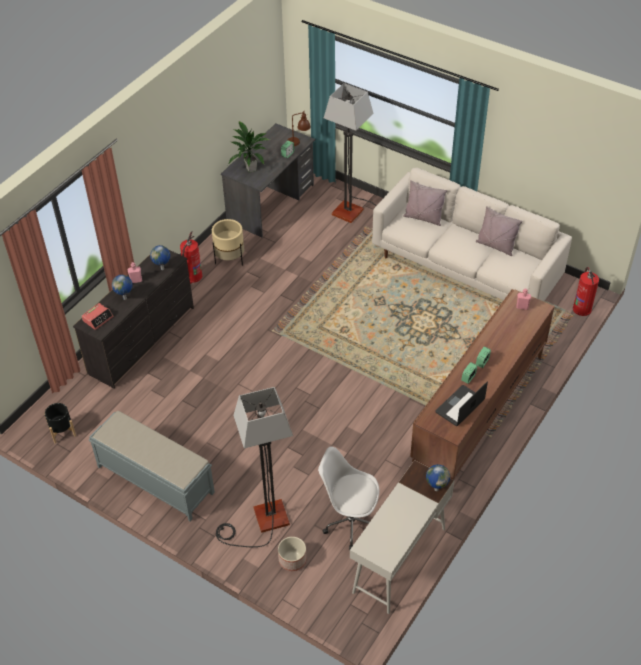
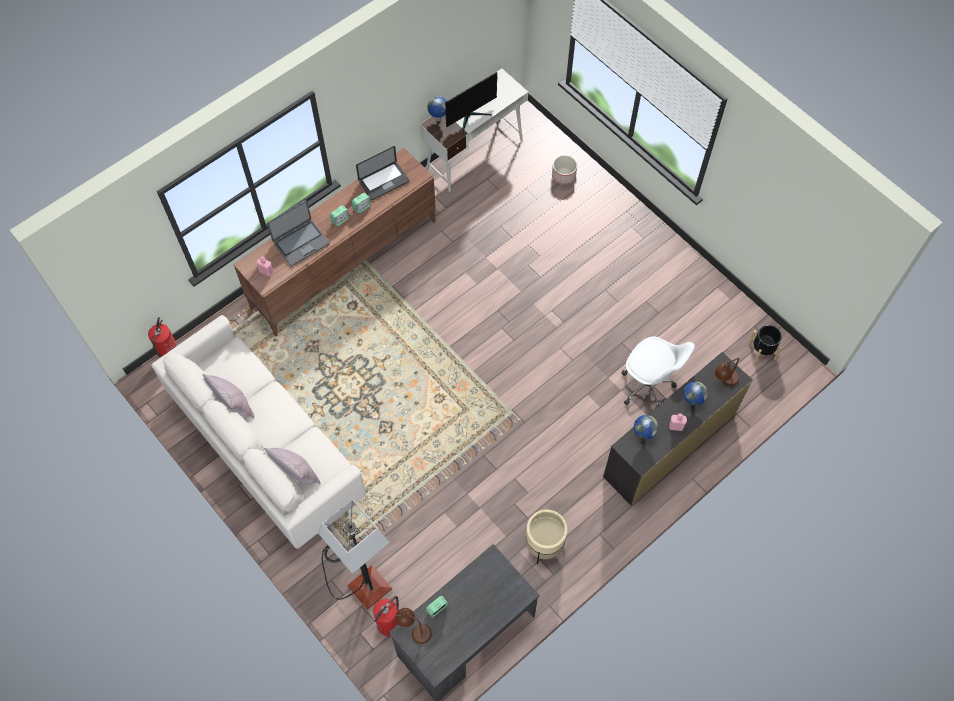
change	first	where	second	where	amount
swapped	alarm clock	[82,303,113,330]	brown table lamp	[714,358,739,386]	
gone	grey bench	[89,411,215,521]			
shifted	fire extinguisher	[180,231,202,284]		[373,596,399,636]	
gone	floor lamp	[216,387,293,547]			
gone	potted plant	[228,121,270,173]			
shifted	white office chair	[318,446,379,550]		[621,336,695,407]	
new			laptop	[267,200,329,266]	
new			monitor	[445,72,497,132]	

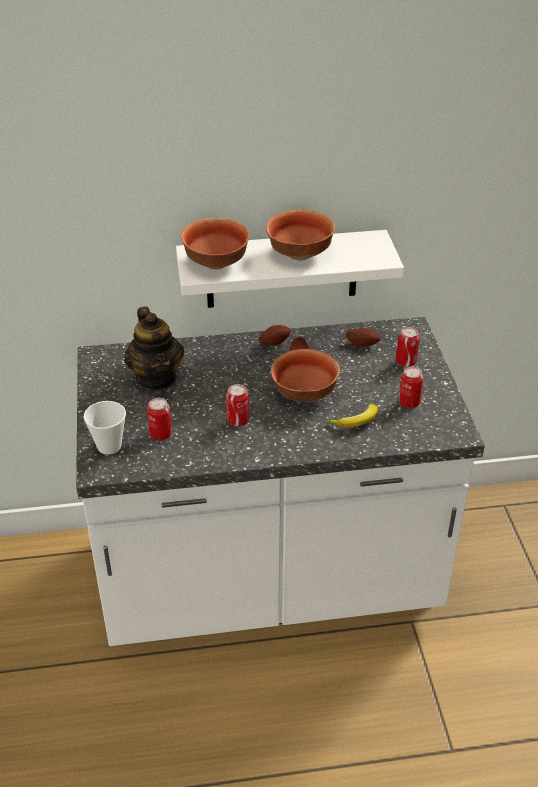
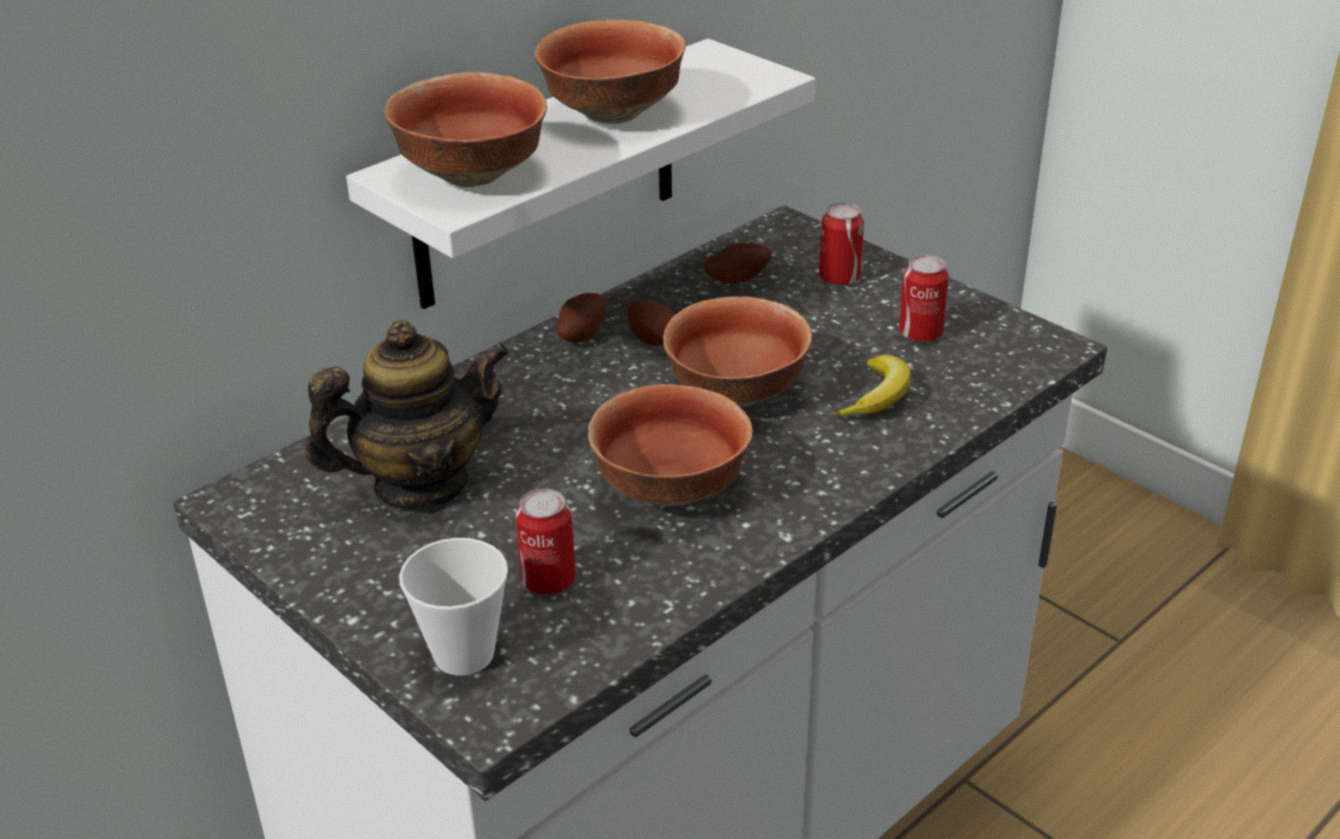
change	first	where	second	where	amount
rotated	teapot	[124,306,184,390]		[305,320,509,510]	60 degrees counterclockwise
swapped	can	[226,384,249,426]	bowl	[588,384,753,506]	

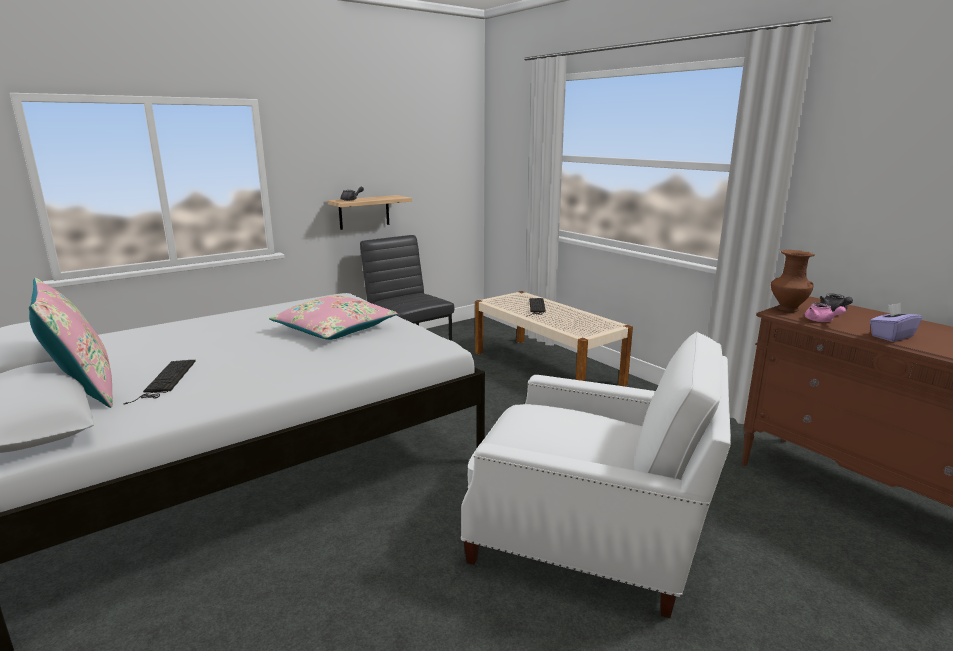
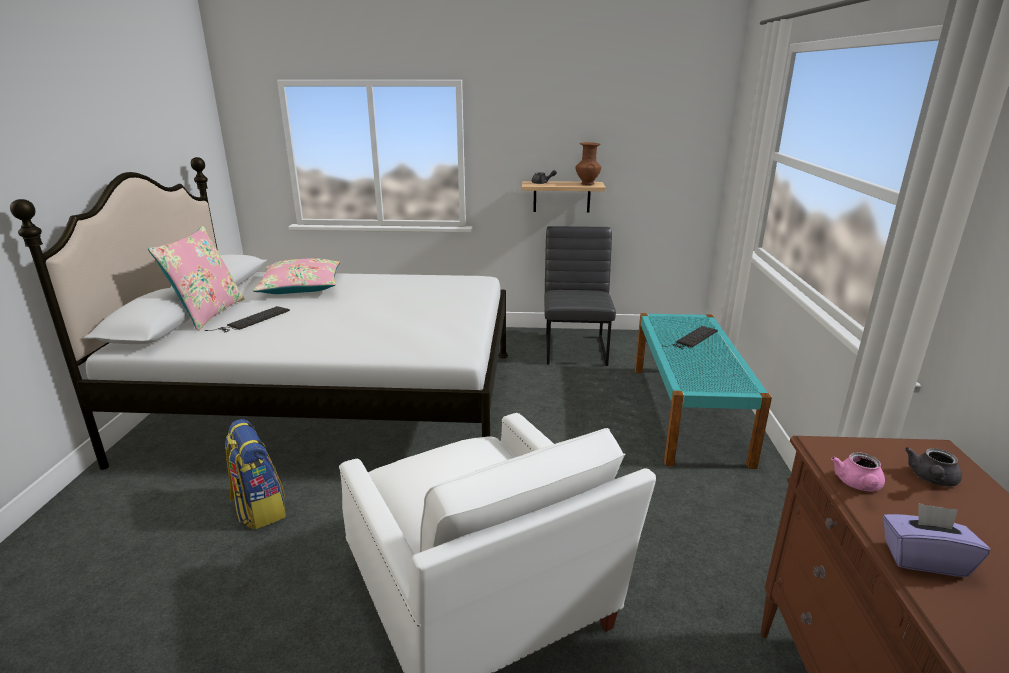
change	first	where	second	where	amount
shifted	pink pillow	[269,295,397,340]		[253,258,340,294]	
repainted	beige bench	[475,291,633,386]	turquoise bench	[635,313,772,469]	
shifted	brown vase	[771,250,815,312]		[575,142,601,185]	
new			backpack	[225,419,286,530]	

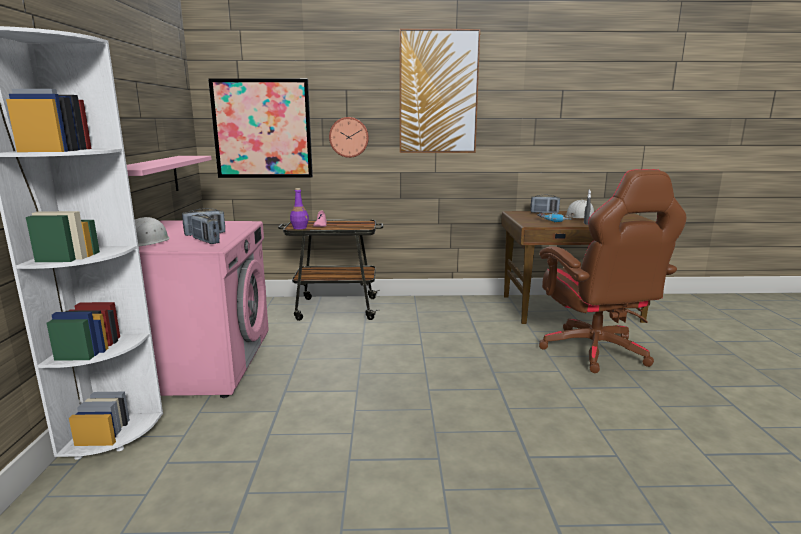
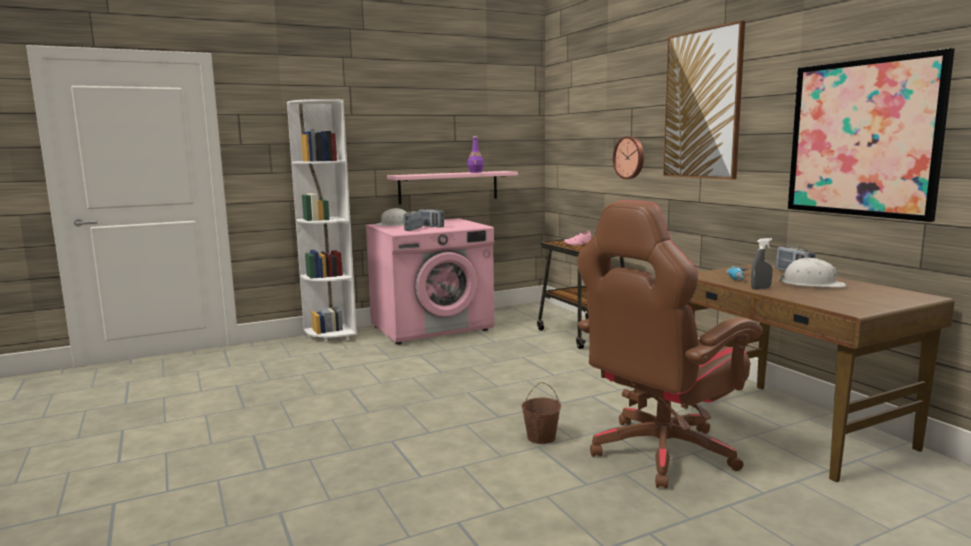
change	first	where	second	where	amount
shifted	picture	[208,78,313,178]		[788,48,955,222]	
shifted	purple bottle	[290,188,309,229]		[467,136,484,173]	
new			brown bucket	[522,382,561,444]	

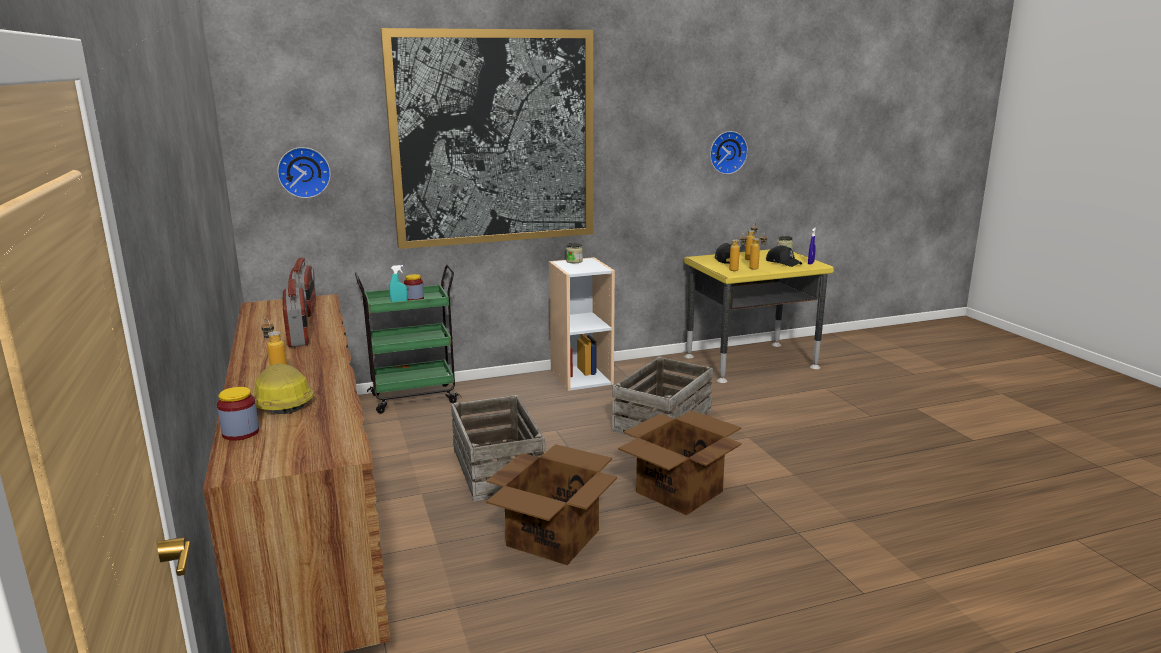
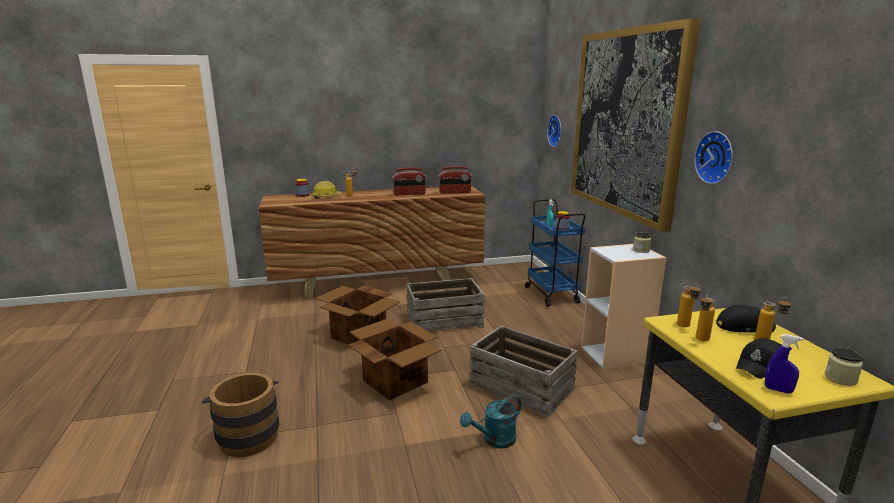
change	first	where	second	where	amount
repainted	green cart	[355,265,461,414]	blue cart	[525,199,586,307]	
shifted	wall clock	[710,131,748,174]		[694,131,733,184]	
new			brown bucket	[202,373,279,457]	
new			turquoise watering can	[460,395,521,449]	

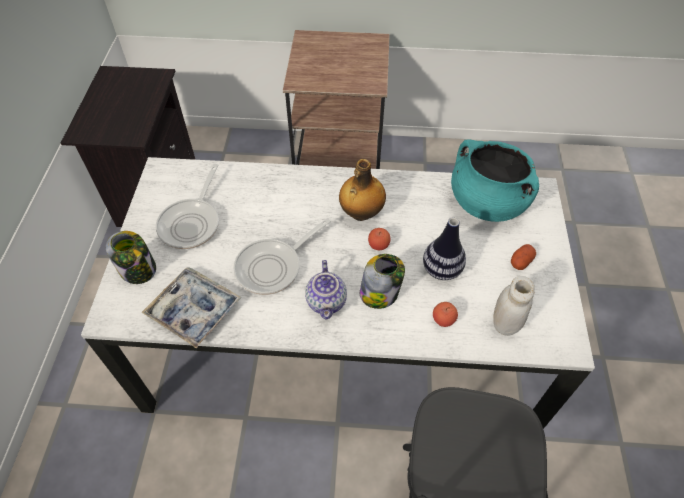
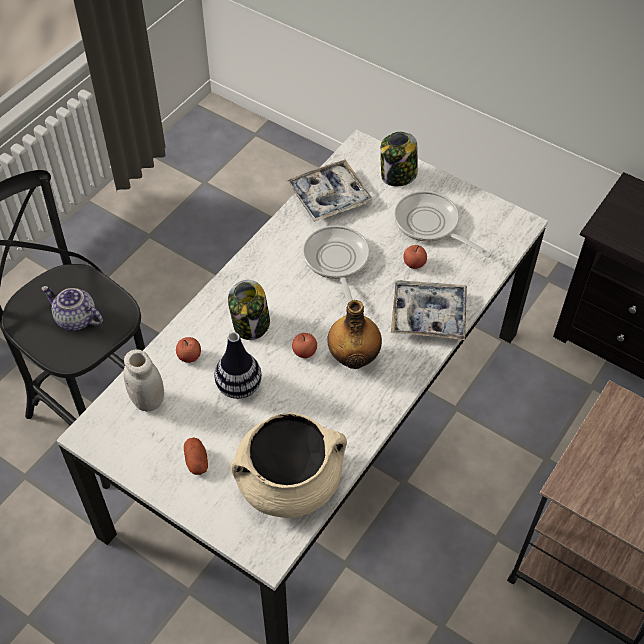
change	first	where	second	where	amount
shifted	teapot	[305,260,347,320]		[41,286,103,331]	
repainted	turquoise cooking pot	[451,139,539,222]	beige cooking pot	[231,412,347,518]	
new			tray	[391,280,467,340]	
new			apple	[403,245,427,269]	

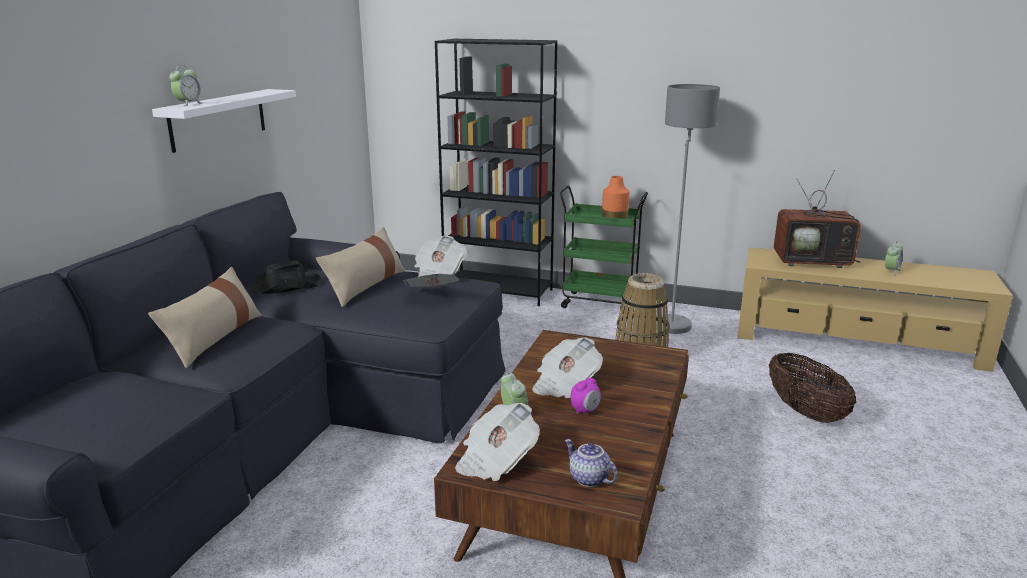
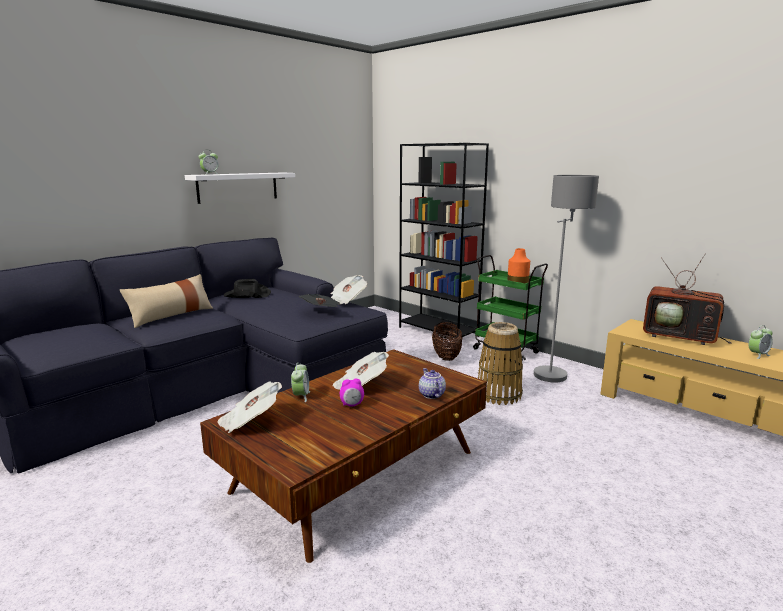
change	first	where	second	where	amount
gone	beige pillow	[316,227,406,307]			
shifted	teapot	[565,439,618,487]		[419,368,446,399]	
shifted	basket	[769,353,856,423]		[432,322,462,361]	

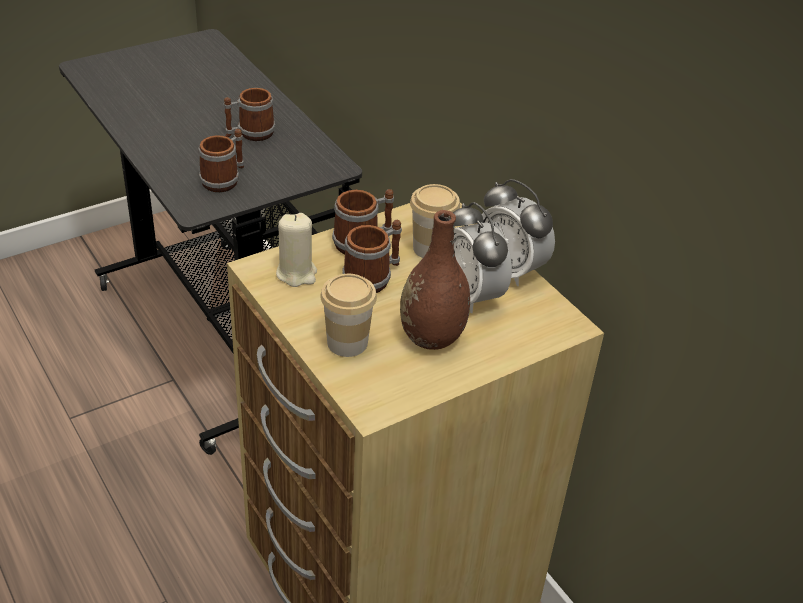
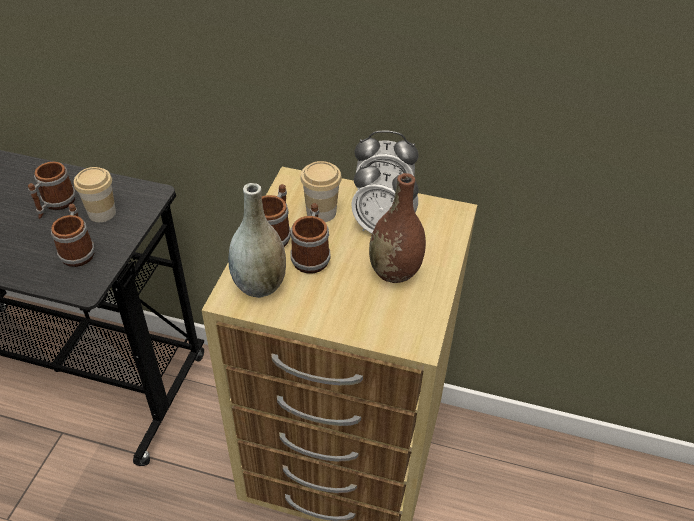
change	first	where	second	where	amount
swapped	beige candle	[276,213,317,287]	grey vase	[229,183,286,298]	
shifted	cup	[320,274,377,357]		[74,167,116,222]	

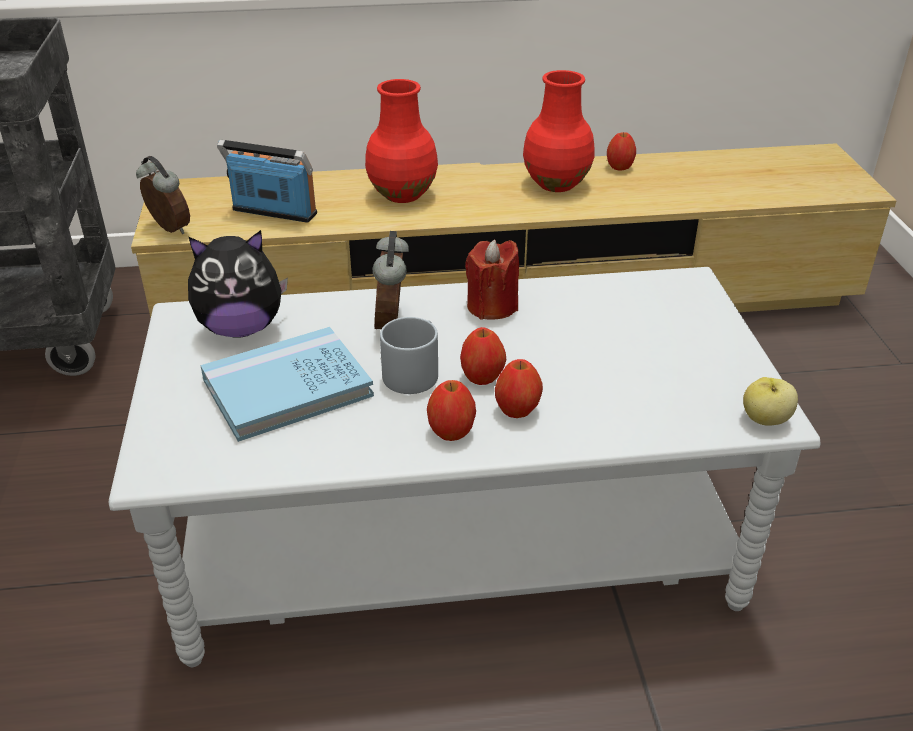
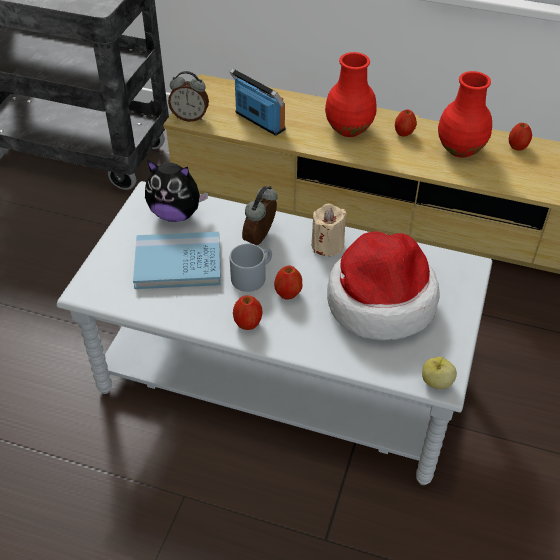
change	first	where	second	where	amount
rotated	alarm clock	[136,156,190,234]		[168,71,209,122]	120 degrees clockwise
repainted	red candle	[465,240,519,320]	beige candle	[311,204,347,256]	
shifted	apple	[495,359,543,418]		[395,109,417,137]	
new			hat	[327,231,439,340]	

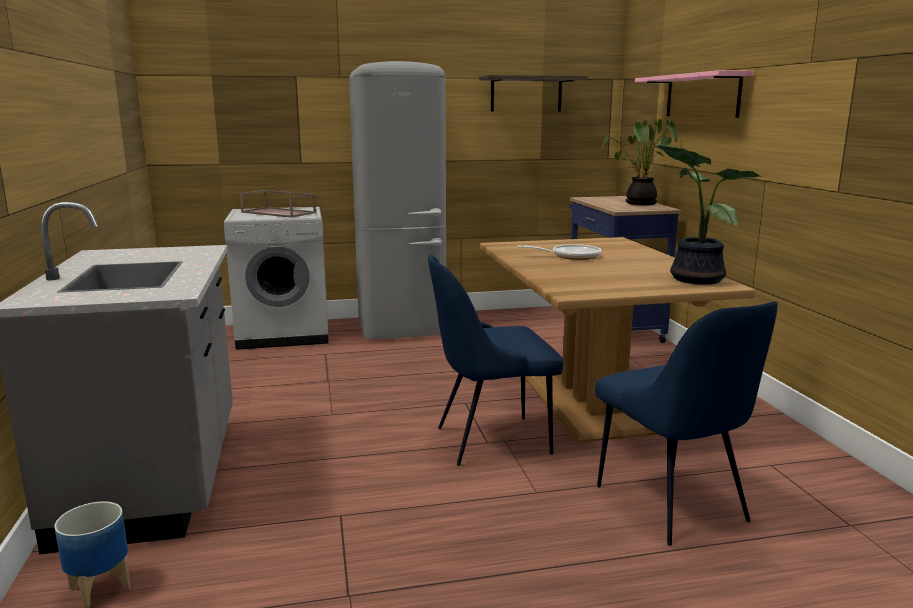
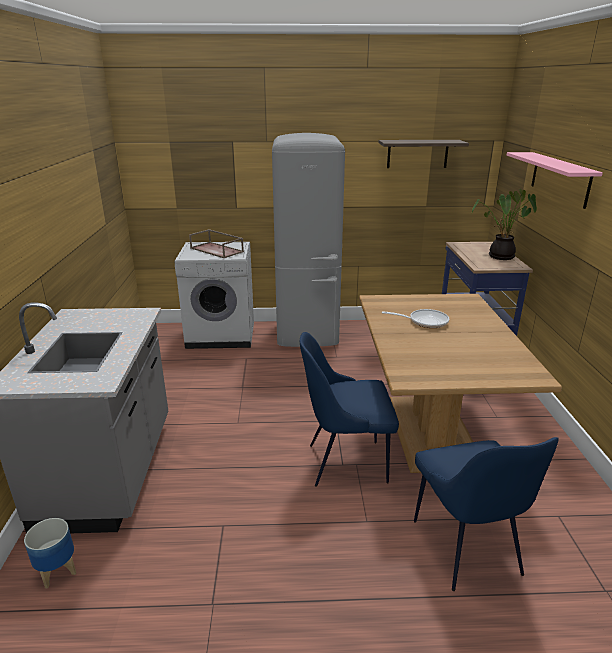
change	first	where	second	where	amount
gone	potted plant	[655,144,761,285]			

